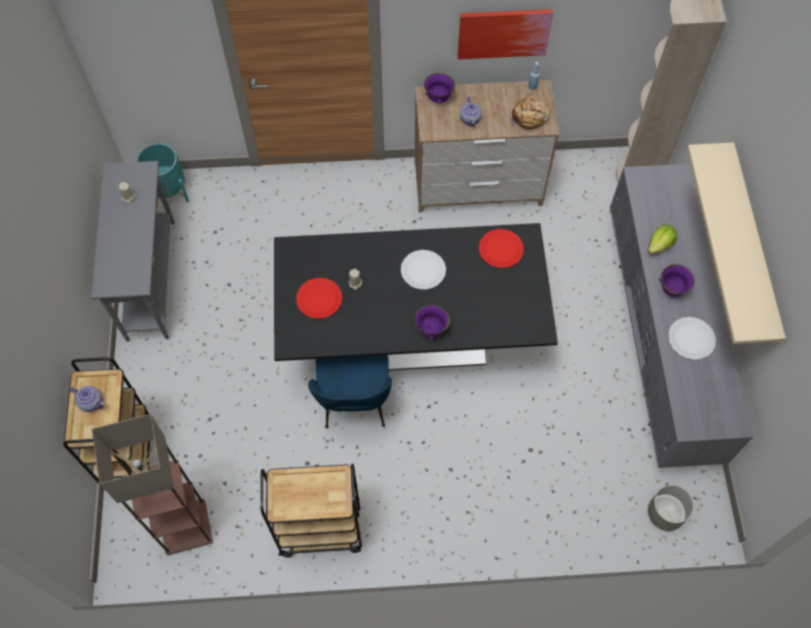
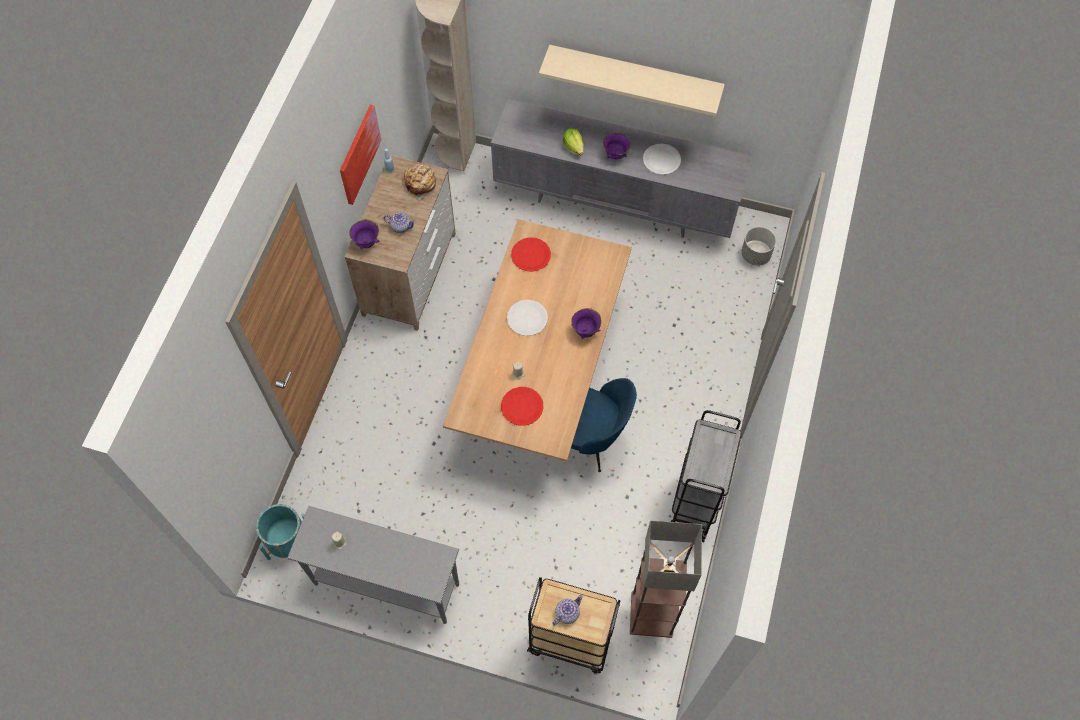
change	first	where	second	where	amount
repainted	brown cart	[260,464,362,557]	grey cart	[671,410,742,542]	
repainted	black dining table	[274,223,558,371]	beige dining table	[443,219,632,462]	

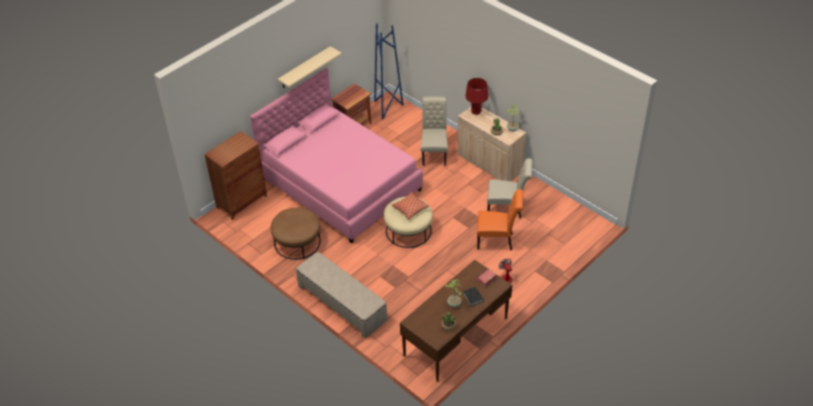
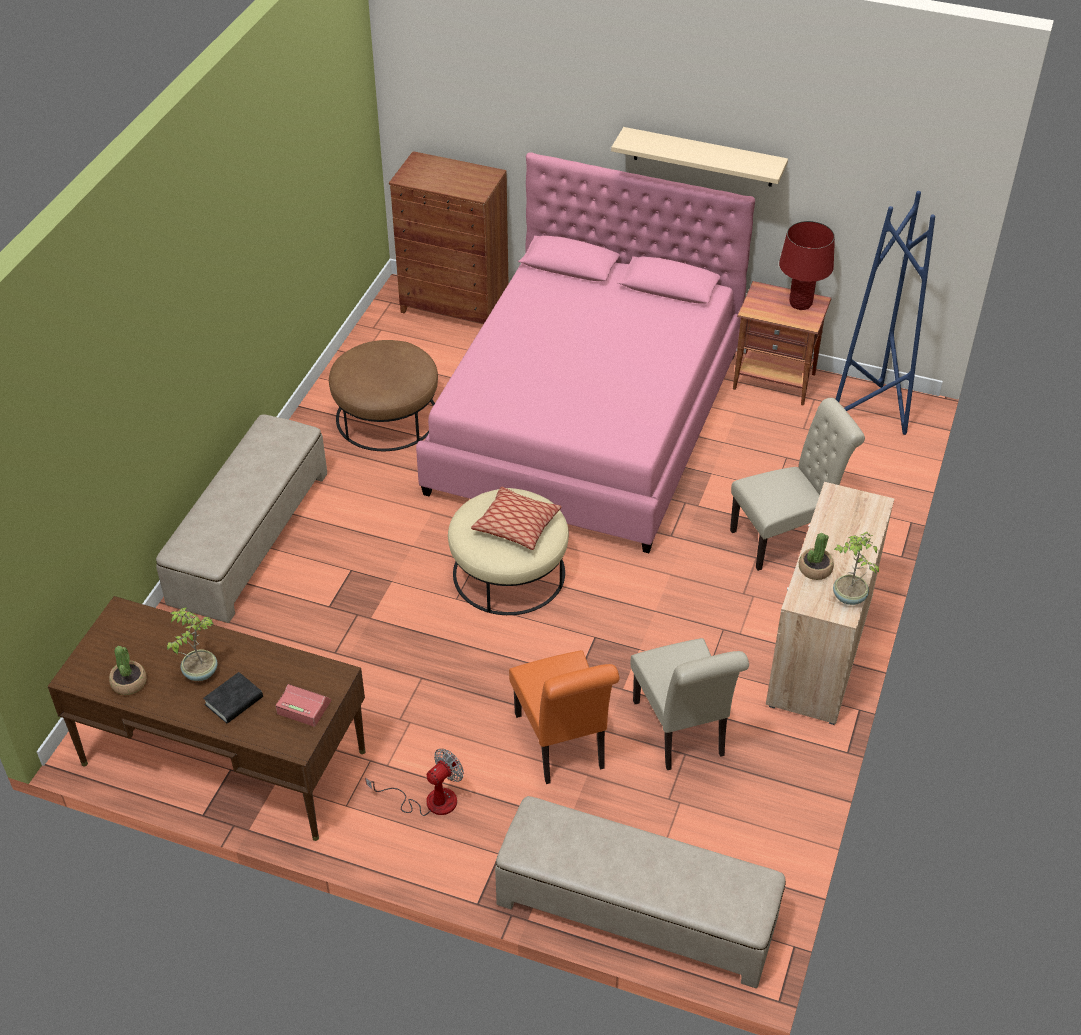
change	first	where	second	where	amount
shifted	red table lamp	[465,78,488,115]		[779,221,835,310]	
new			beige bench	[495,796,786,988]	

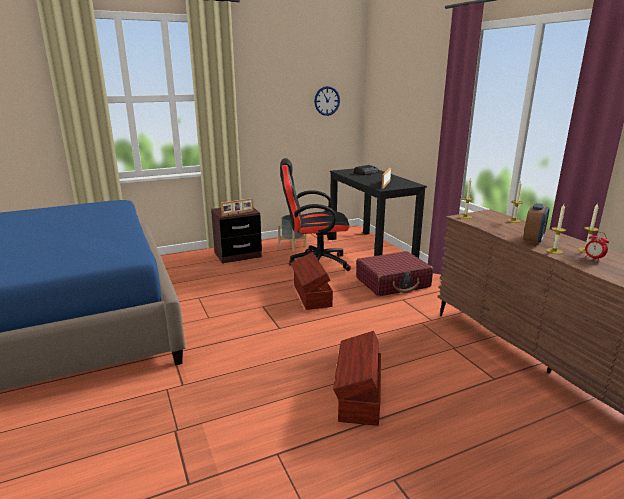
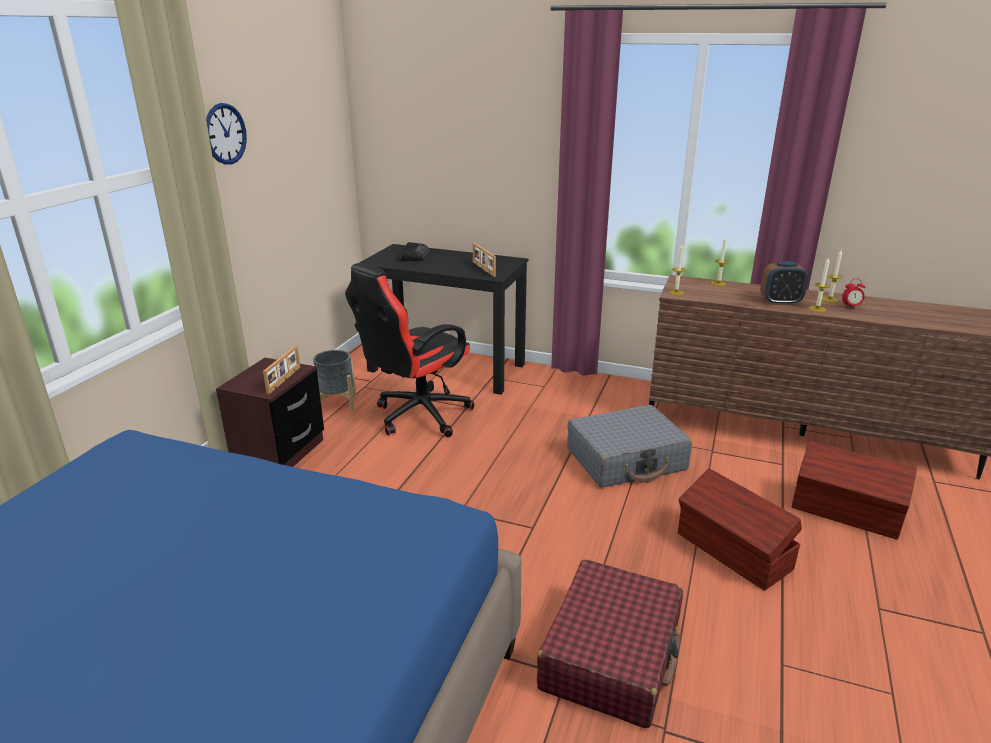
change	first	where	second	where	amount
shifted	brown storage box	[290,252,333,310]		[792,441,917,540]	
shifted	wall clock	[314,86,340,116]		[206,103,247,165]	
shifted	red suitcase	[356,251,433,296]		[537,559,683,729]	
rotated	alarm clock	[523,203,550,244]		[760,261,808,305]	105 degrees clockwise
new			grey suitcase	[567,405,692,488]	

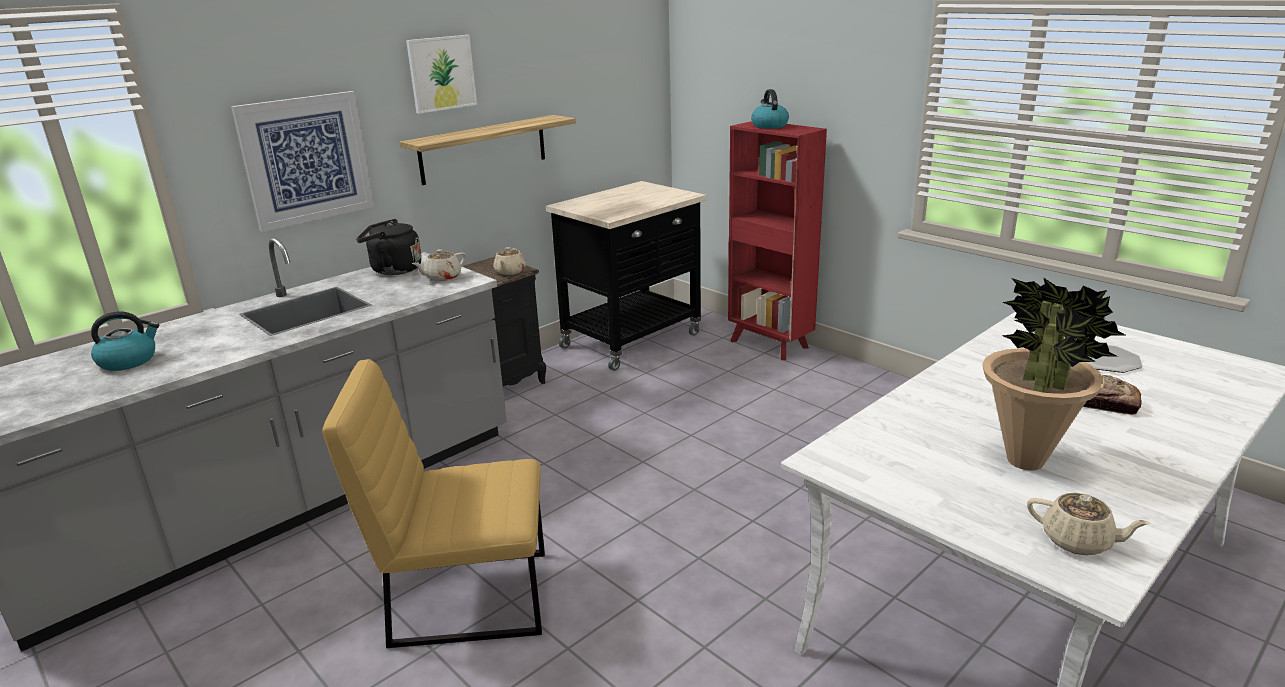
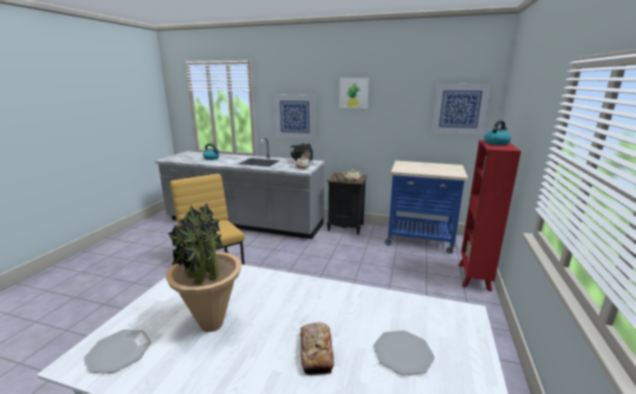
change	first	where	second	where	amount
gone	shelf	[400,115,576,185]			
repainted	black cart	[546,181,706,371]	blue cart	[385,161,468,254]	
swapped	beige teapot	[1027,493,1151,555]	plate	[84,330,151,373]	
new			picture	[431,83,491,135]	

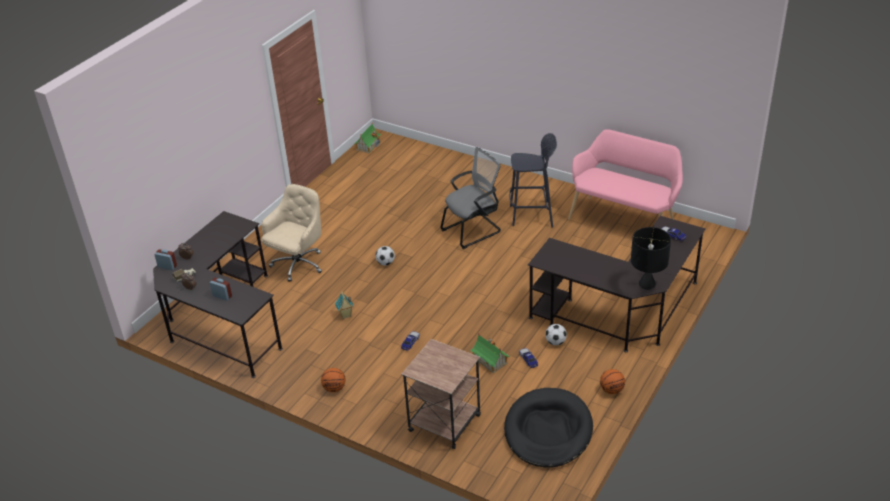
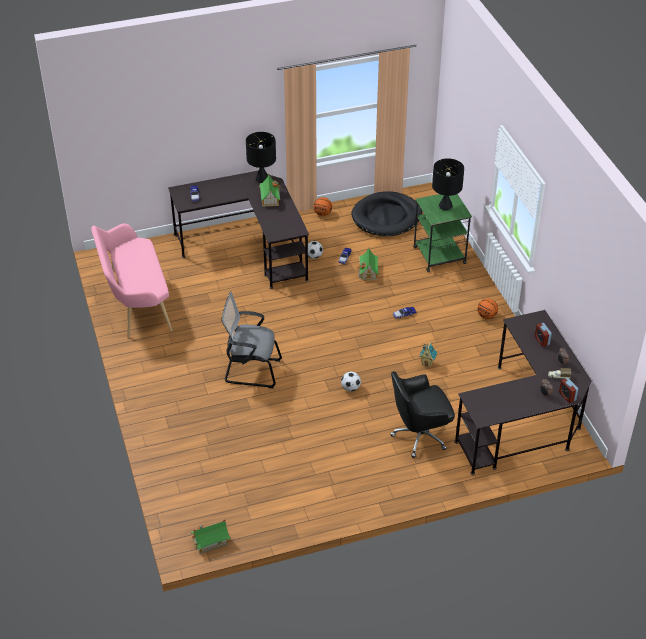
change	first	where	second	where	amount
repainted	beige office chair	[261,184,322,282]	black office chair	[391,371,455,458]	
repainted	brown cart	[401,339,481,449]	green cart	[413,194,472,272]	
gone	grey stool	[509,133,557,228]			
new			toy house	[259,172,281,207]	
new			black table lamp	[432,158,464,210]	

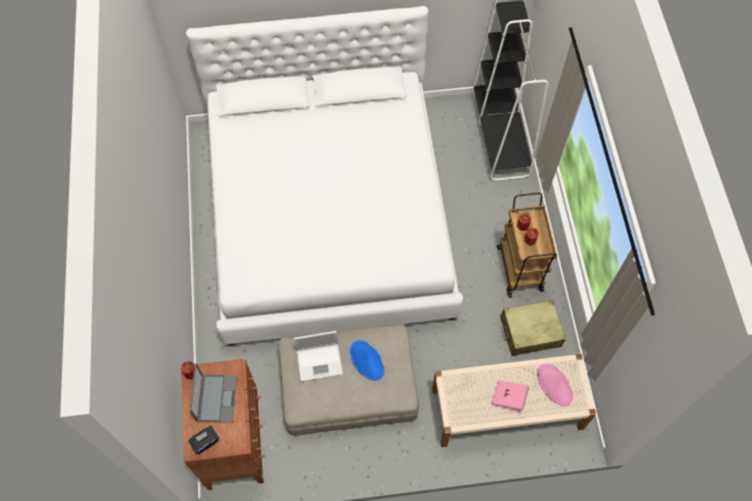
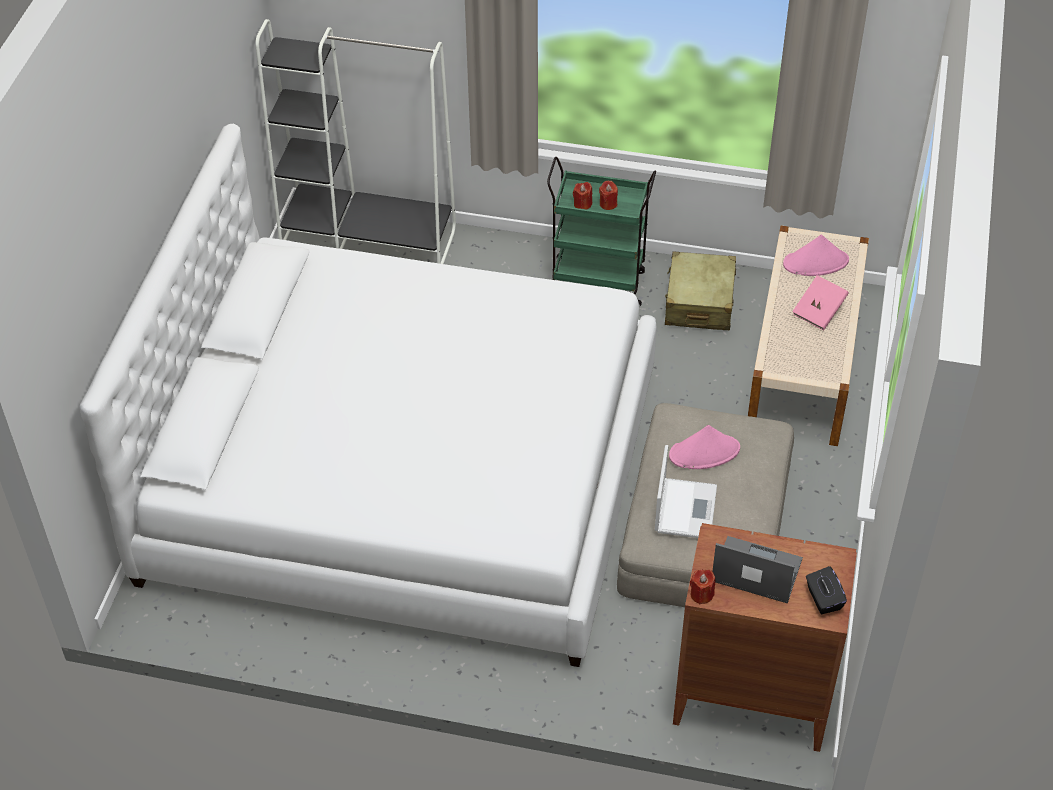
change	first	where	second	where	amount
repainted	blue hat	[350,340,385,380]	pink hat	[669,425,740,469]	
repainted	brown cart	[497,193,557,298]	green cart	[547,157,656,306]	

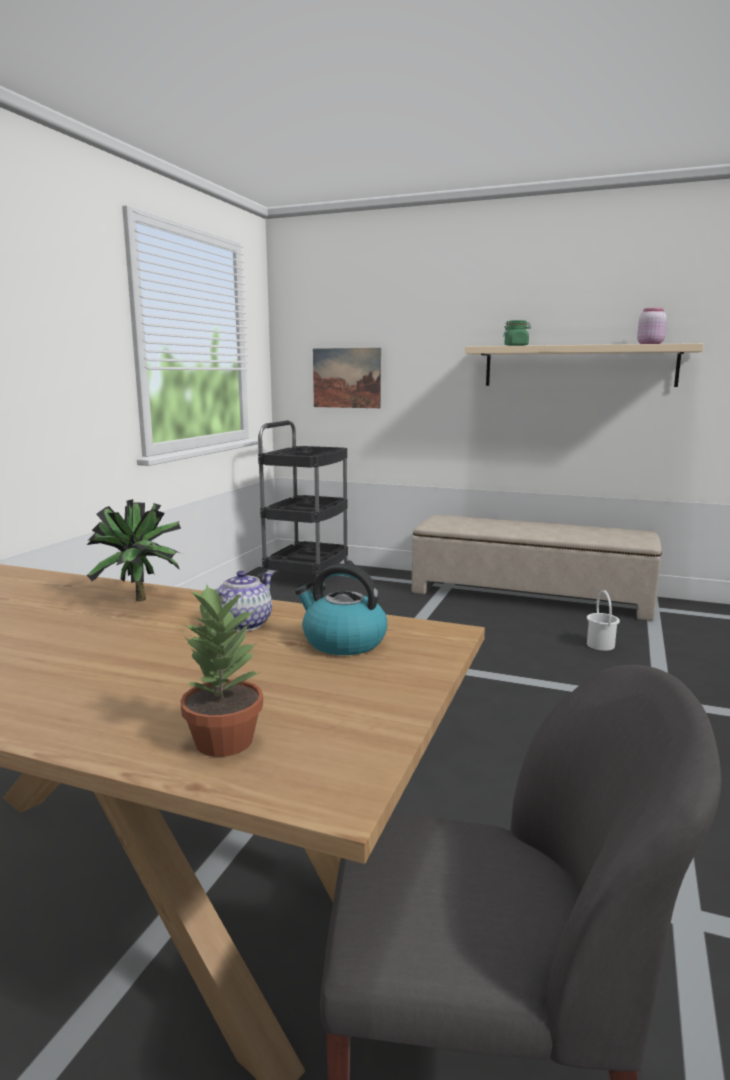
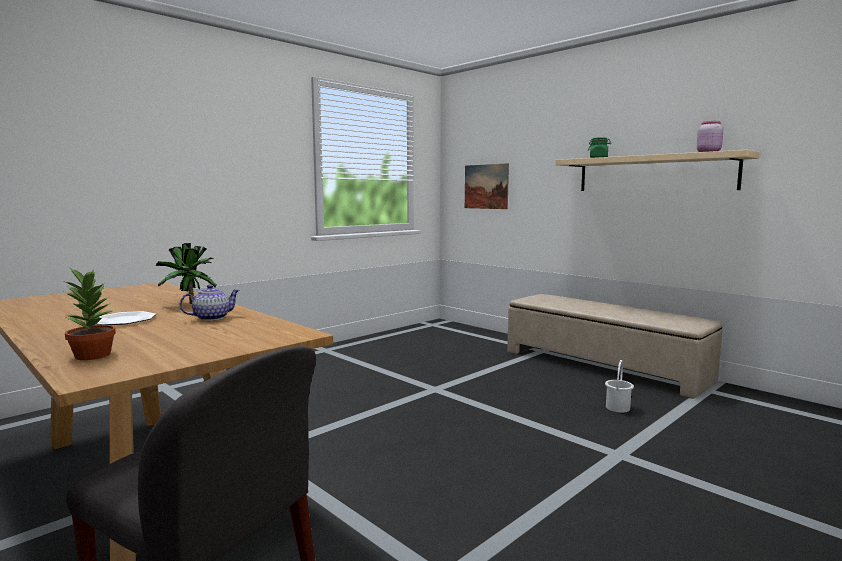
change	first	where	second	where	amount
gone	black cart	[255,420,354,590]			
gone	kettle	[295,564,387,655]			
new			plate	[97,311,156,325]	

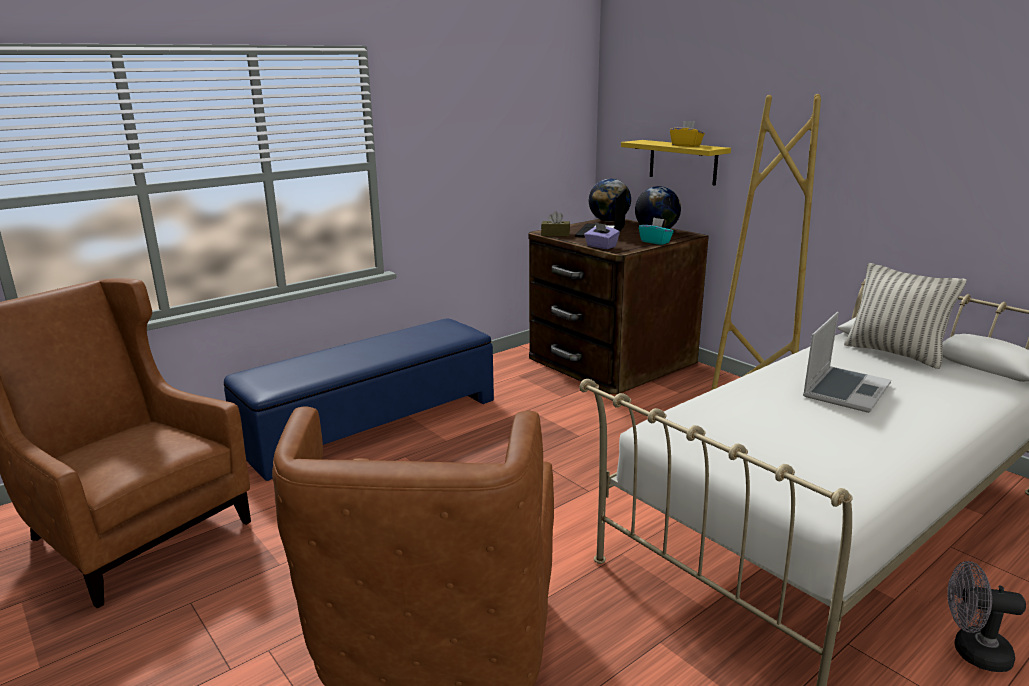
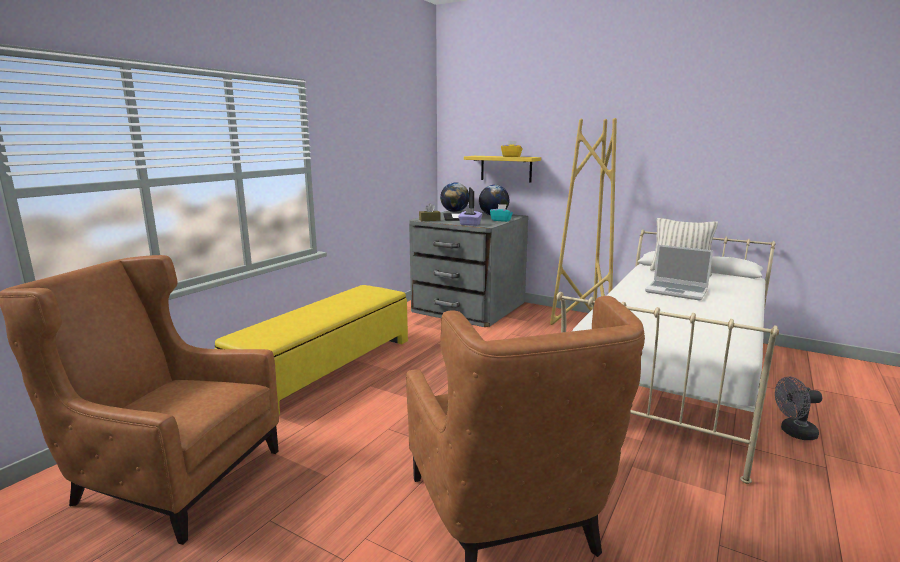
change	first	where	second	where	amount
repainted	blue bench	[224,318,494,481]	yellow bench	[215,285,408,415]	
repainted	brown dresser	[529,219,709,394]	grey dresser	[409,210,528,327]	
rotated	laptop	[803,312,891,413]		[645,245,713,301]	105 degrees clockwise

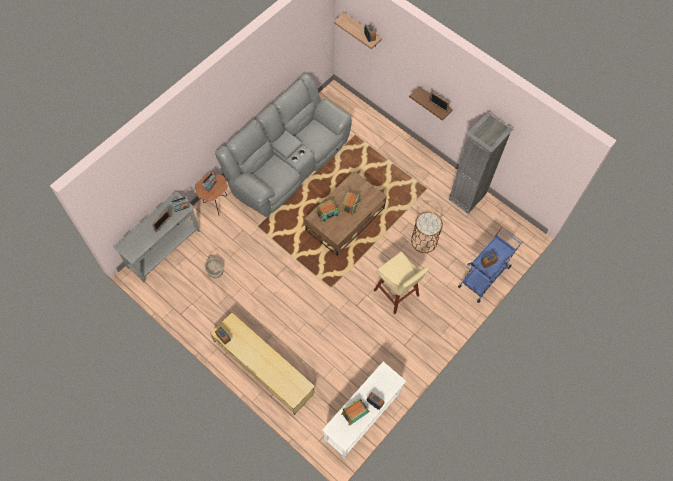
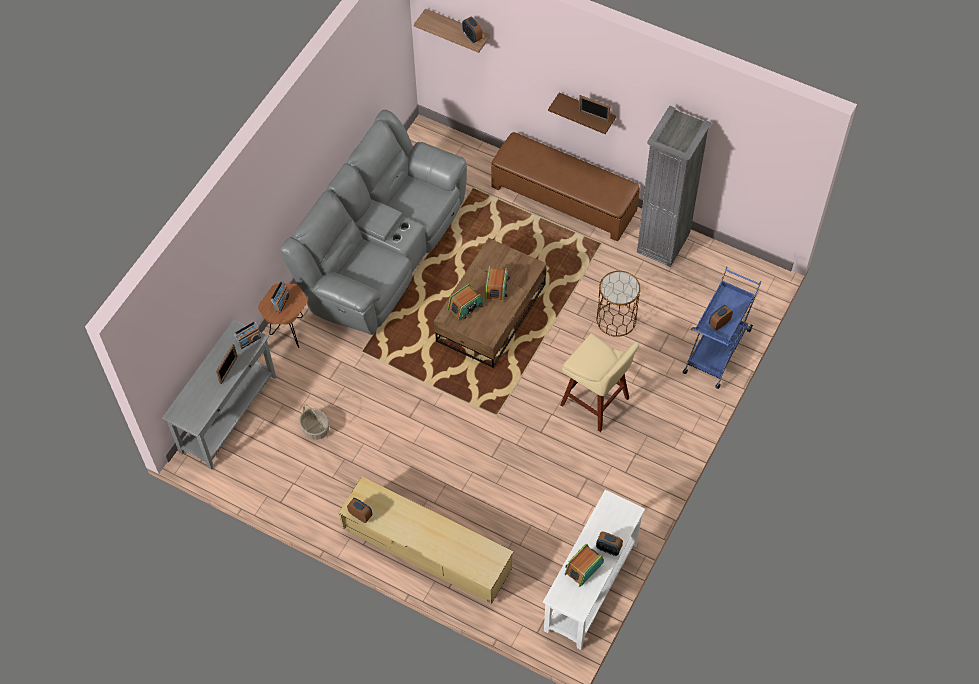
change	first	where	second	where	amount
new			brown bench	[491,132,640,241]	

